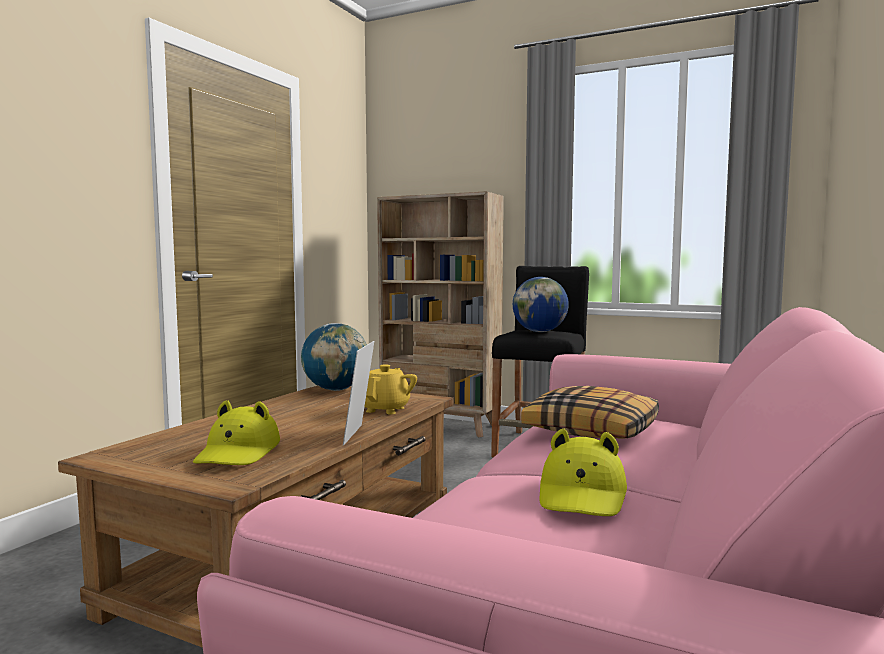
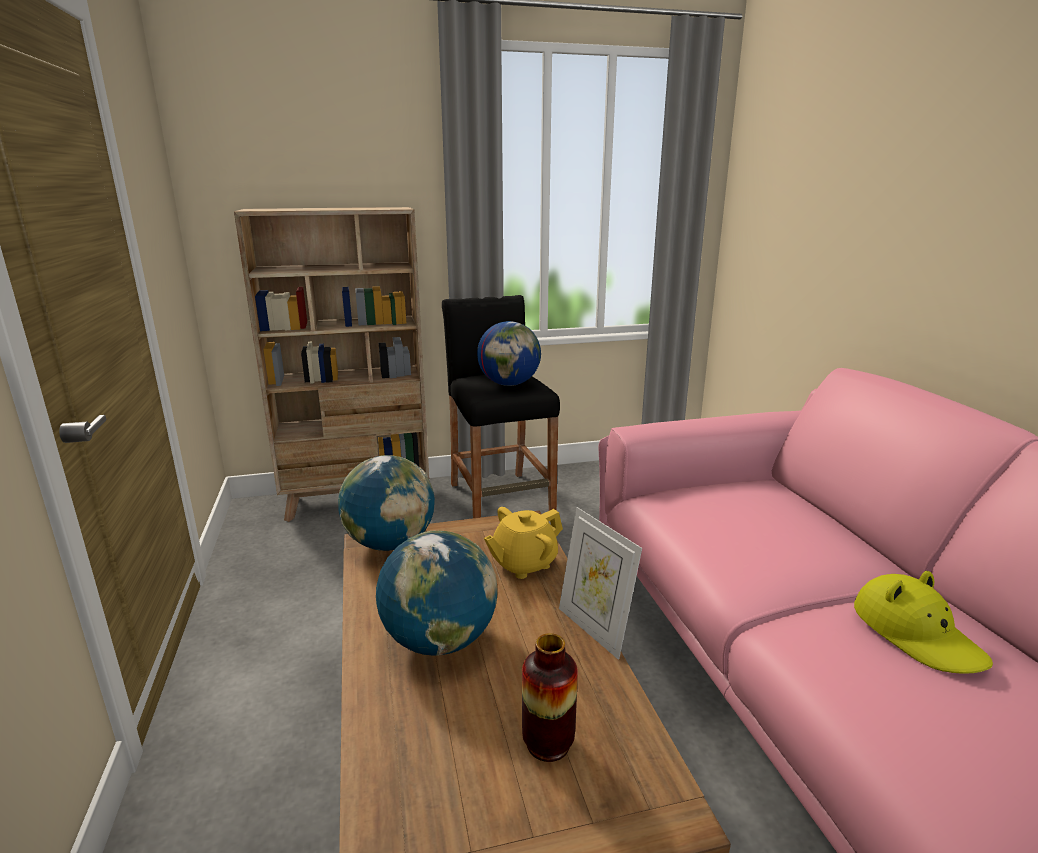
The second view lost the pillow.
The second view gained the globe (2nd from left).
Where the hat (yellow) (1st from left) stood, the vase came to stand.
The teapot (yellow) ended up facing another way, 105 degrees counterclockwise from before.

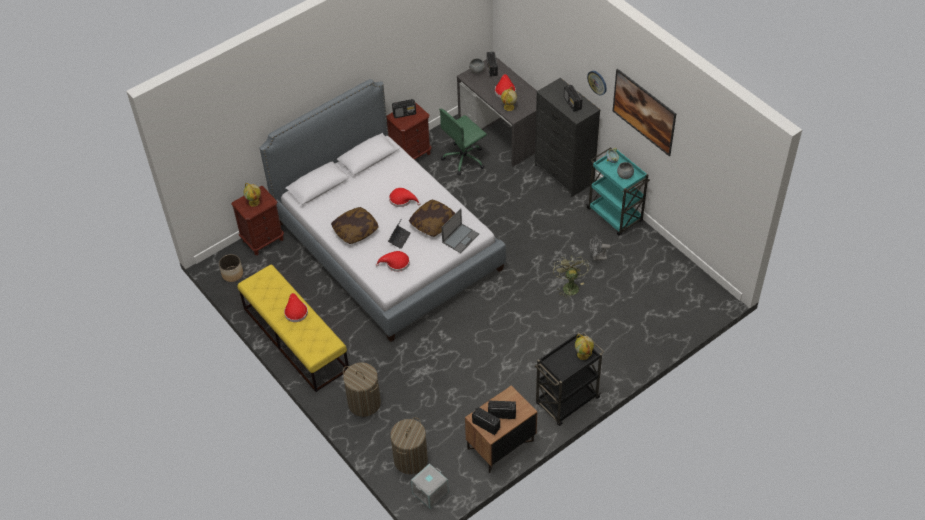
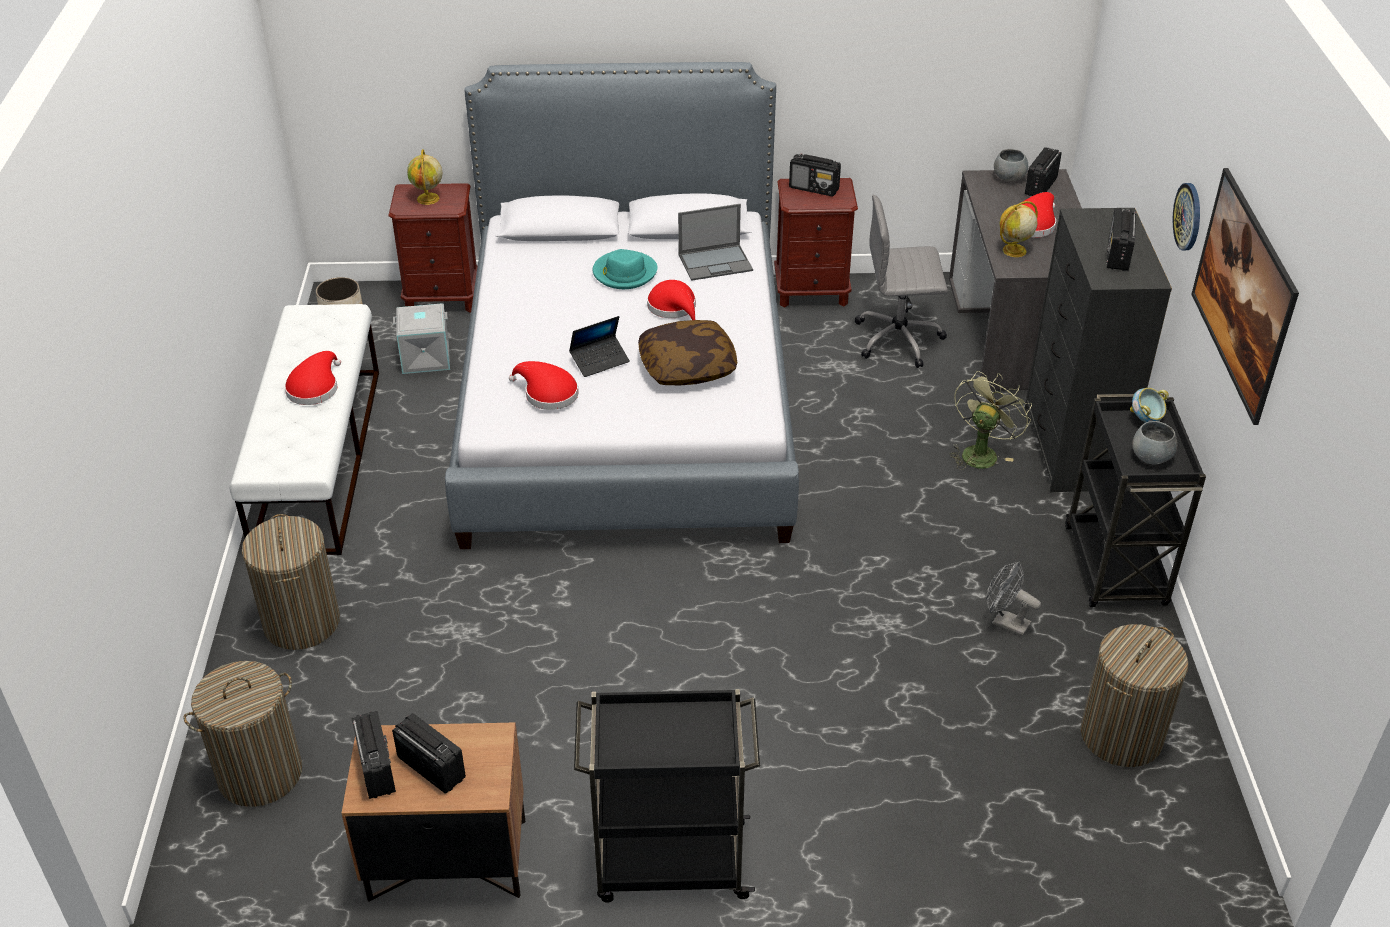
The second view lost the pillow (1st from left).
The second view lost the globe (3rd from left).
The second view gained the hat (turquoise).
The second view gained the laundry basket (3rd from left).
The storage box (grey) ended up elsewhere.
The laptop (2nd from left) ended up elsewhere.
The fan (green) ended up elsewhere.
What was the bench (yellow) turned into the bench (white).
What was the office chair (green) turned into the office chair (grey).
What was the cart (turquoise) turned into the cart (black) (2nd from left).

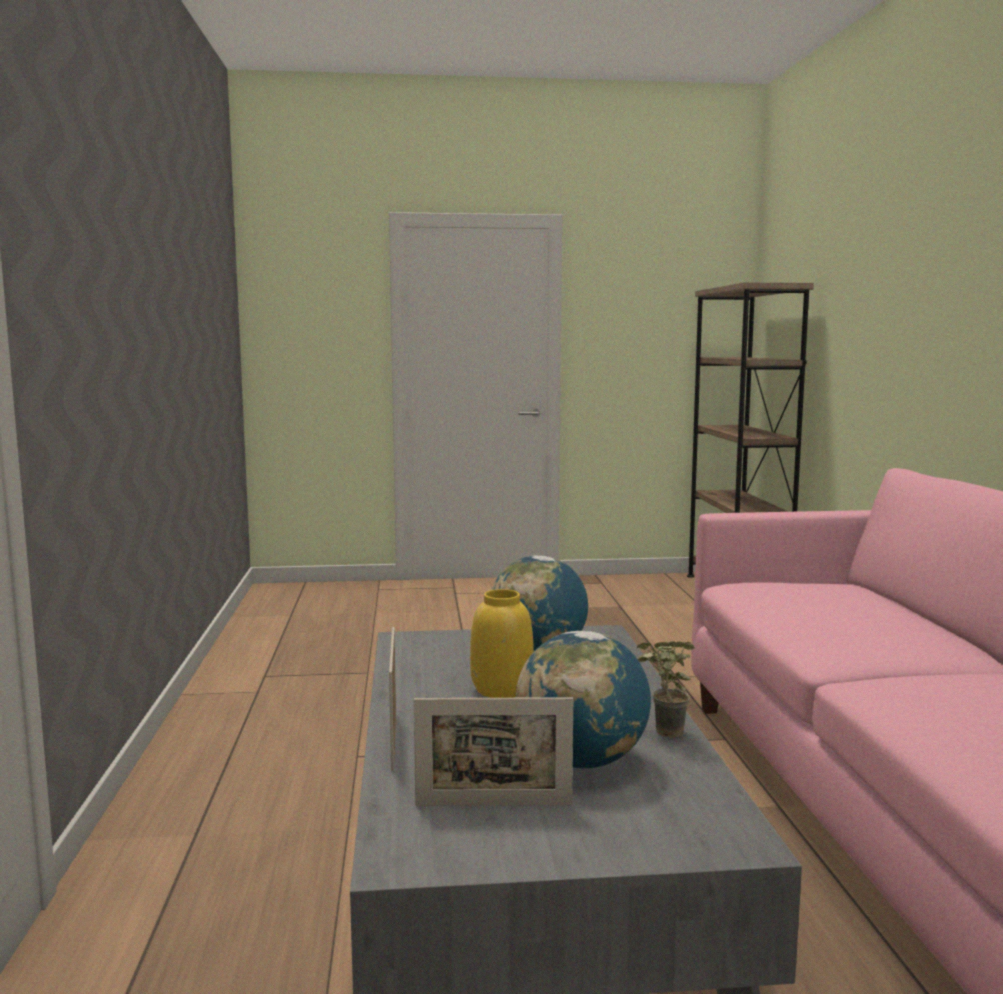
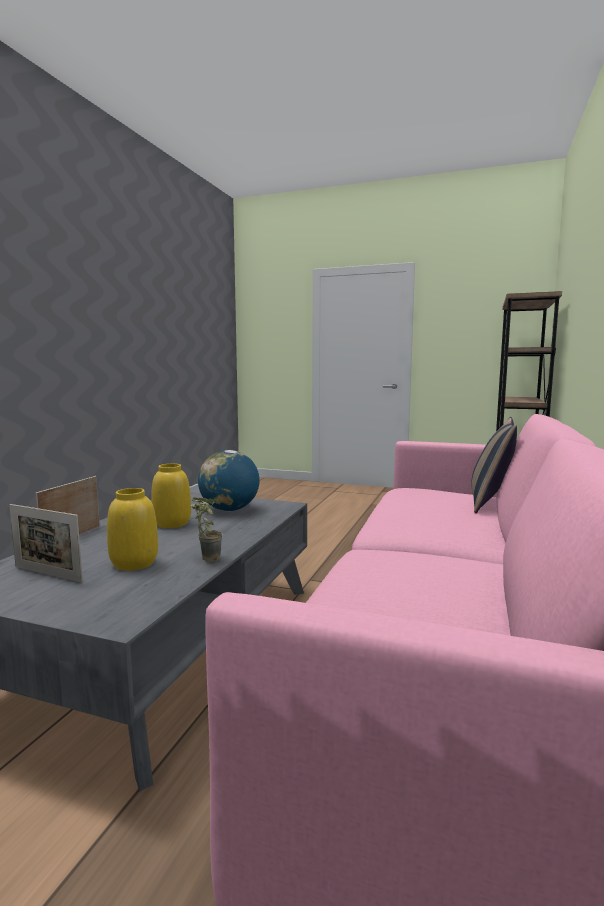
The second view gained the pillow.
Where the globe (2nd from left) stood, the vase (yellow) (1st from left) came to stand.

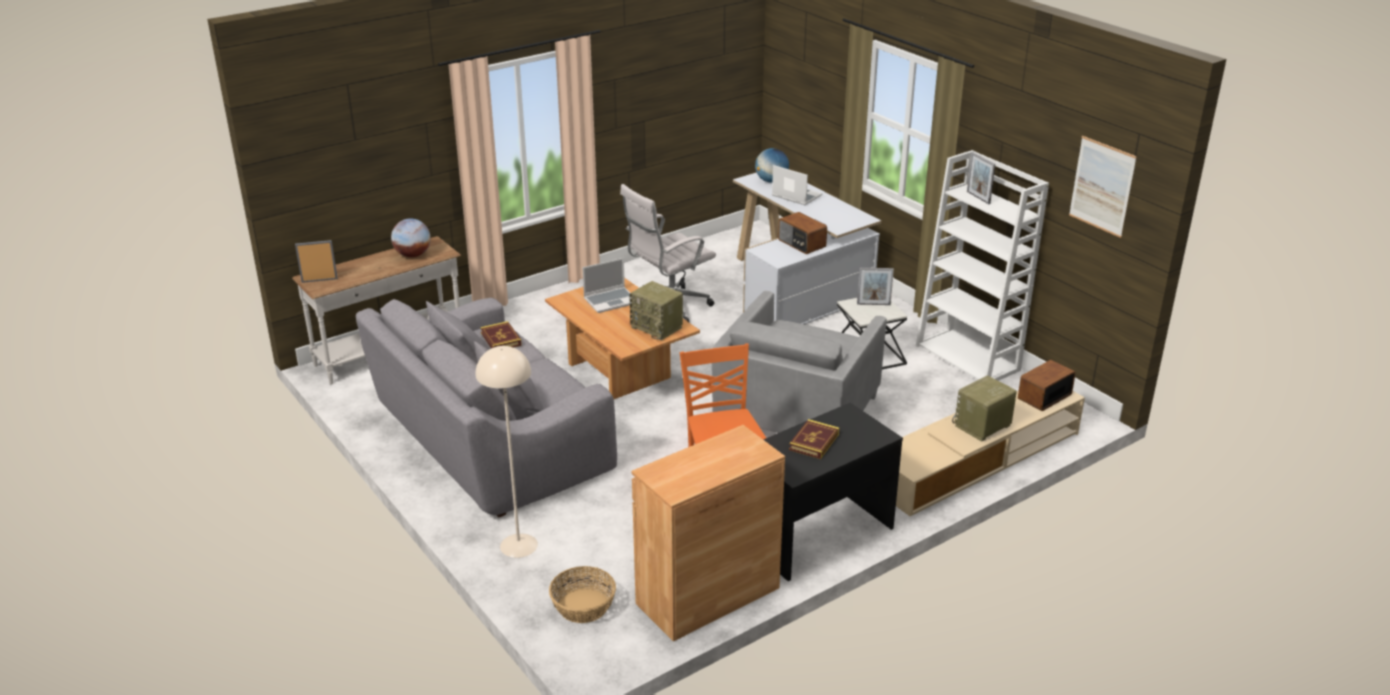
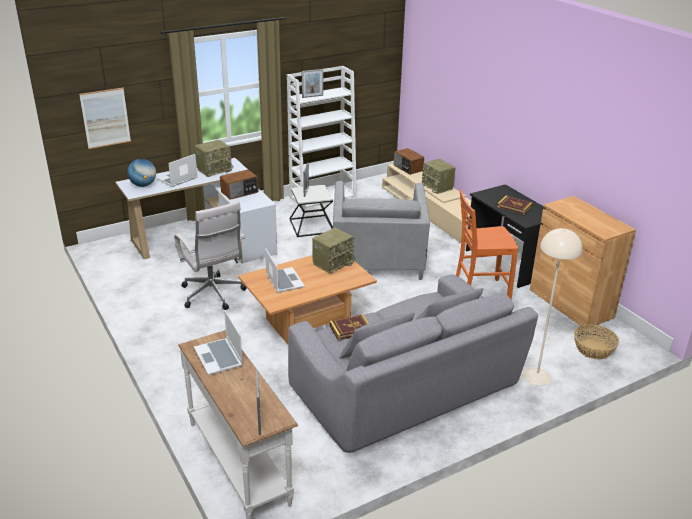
The second view gained the radio (1st from left).
The picture ended up elsewhere.
Where the globe (1st from left) stood, the laptop (2nd from left) came to stand.
The armchair (grey) ended up facing another way, 60 degrees clockwise from before.

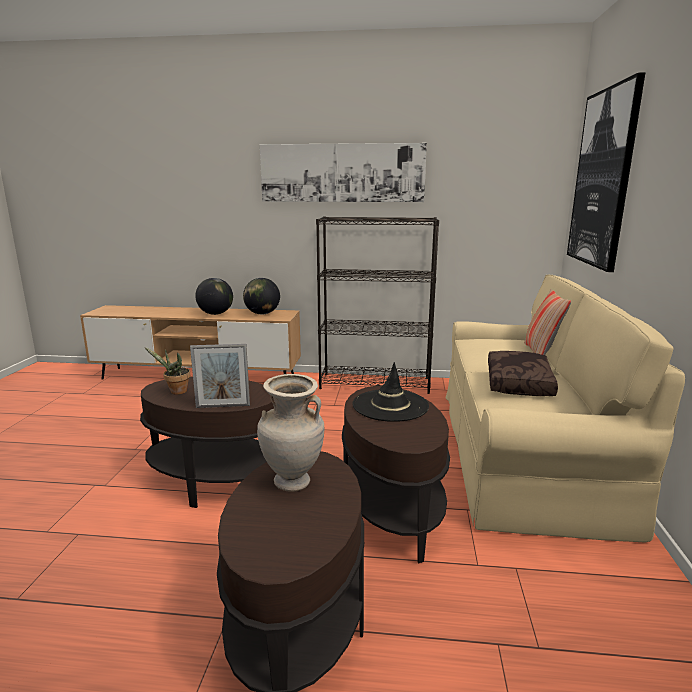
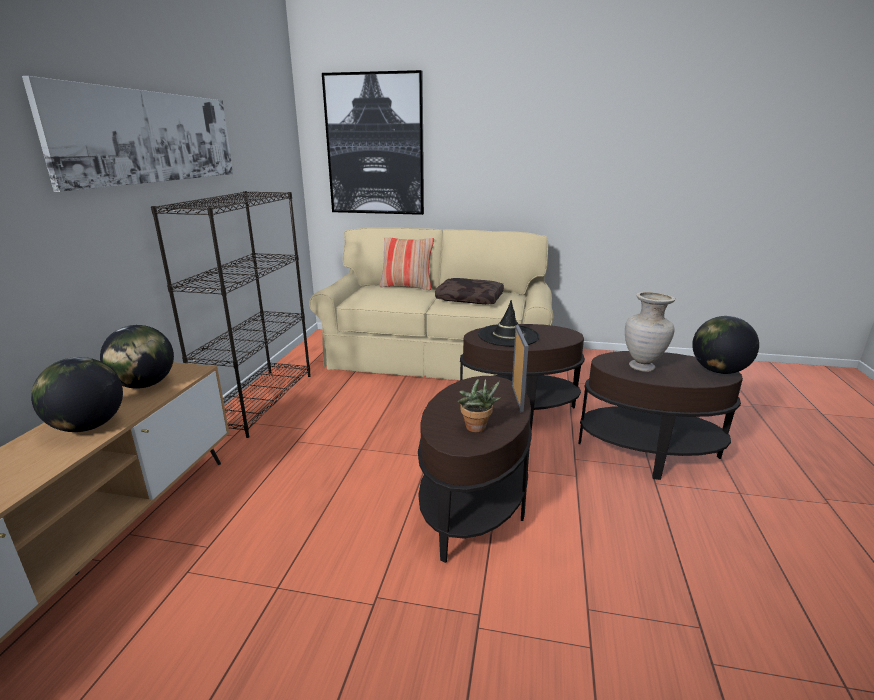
The second view gained the globe (3rd from left).

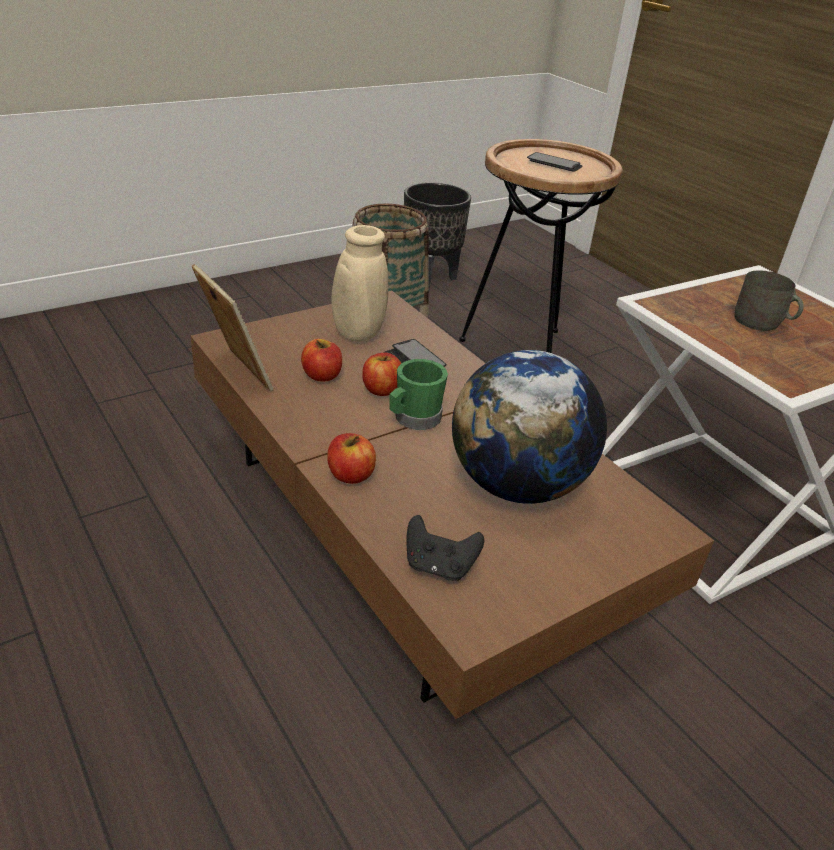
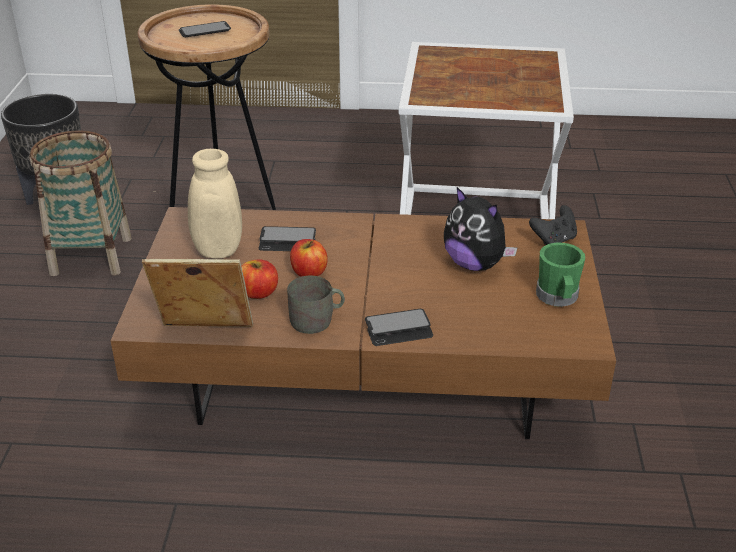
The mug (green) ended up elsewhere.
The game controller (black) ended up elsewhere.
The mug (grey) ended up elsewhere.
Where the apple (2nd from left) stood, the phone (3rd from left) came to stand.
Where the globe stood, the plush toy came to stand.

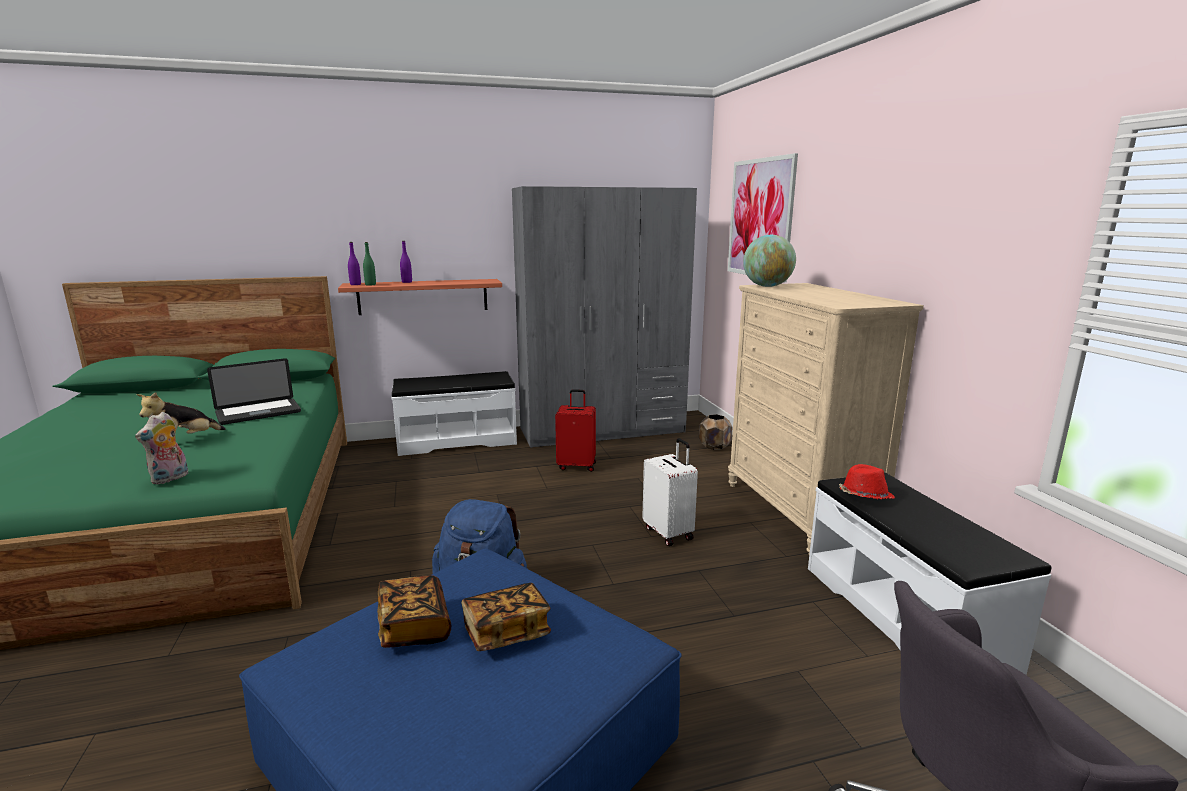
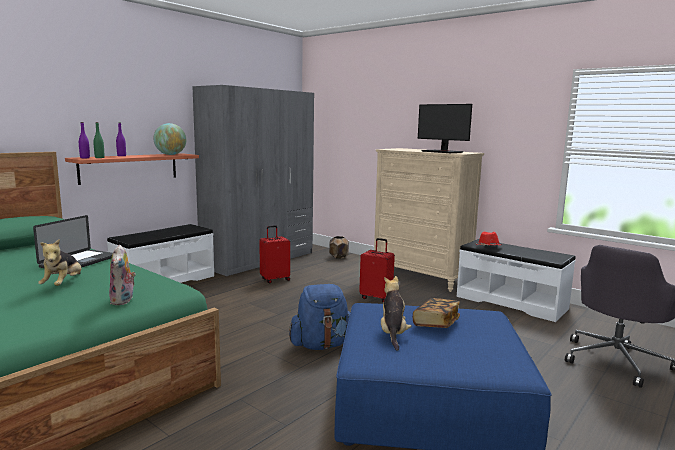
The second view lost the picture.
The second view gained the monitor.
The globe ended up elsewhere.
Where the book (1st from left) stood, the plush toy (3rd from left) came to stand.
What was the suitcase (white) turned into the suitcase (red) (2nd from left).

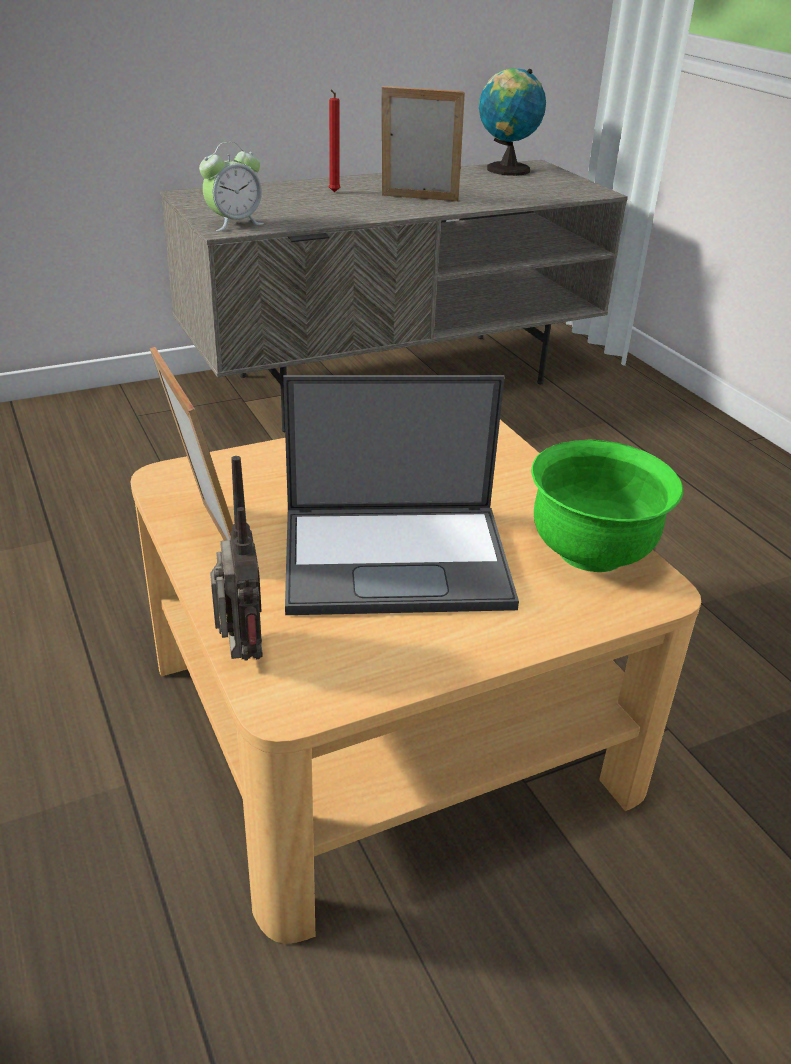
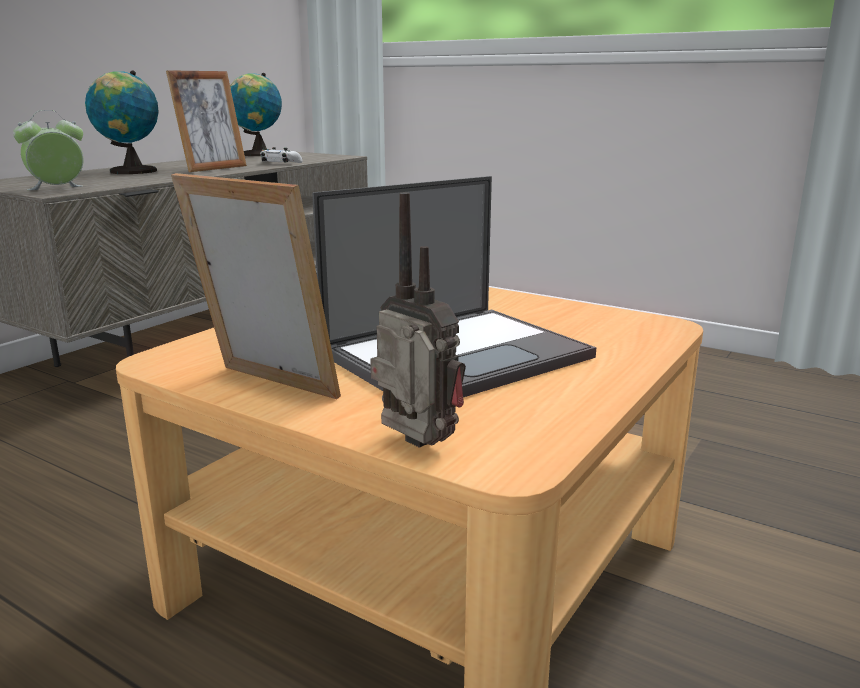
The second view lost the bowl (green).
The second view gained the game controller (white).
Where the candle (red) stood, the globe (1st from left) came to stand.
The alarm clock ended up facing another way, 150 degrees counterclockwise from before.
The picture frame (2nd from left in the first image) ended up facing another way, 150 degrees clockwise from before.

